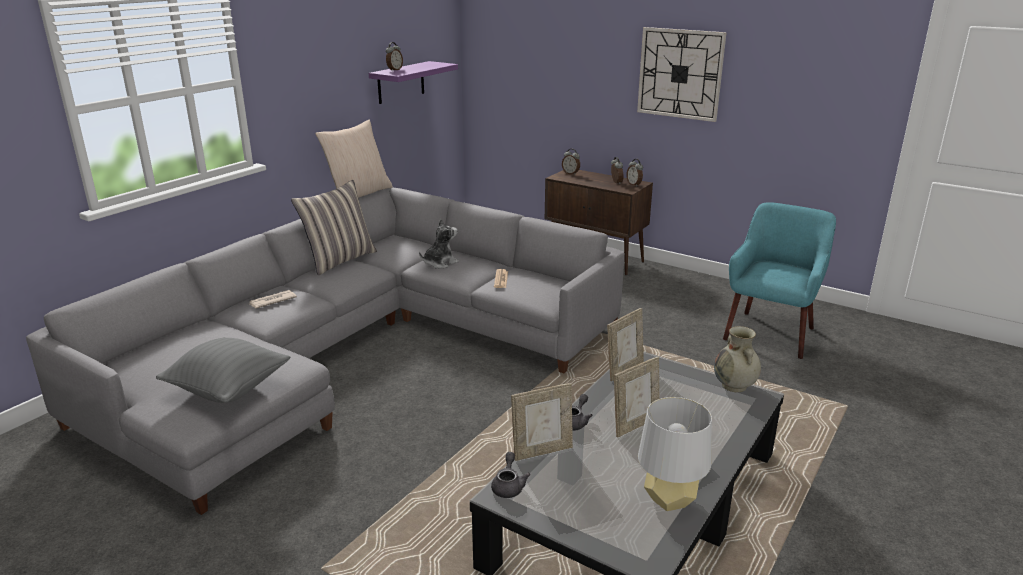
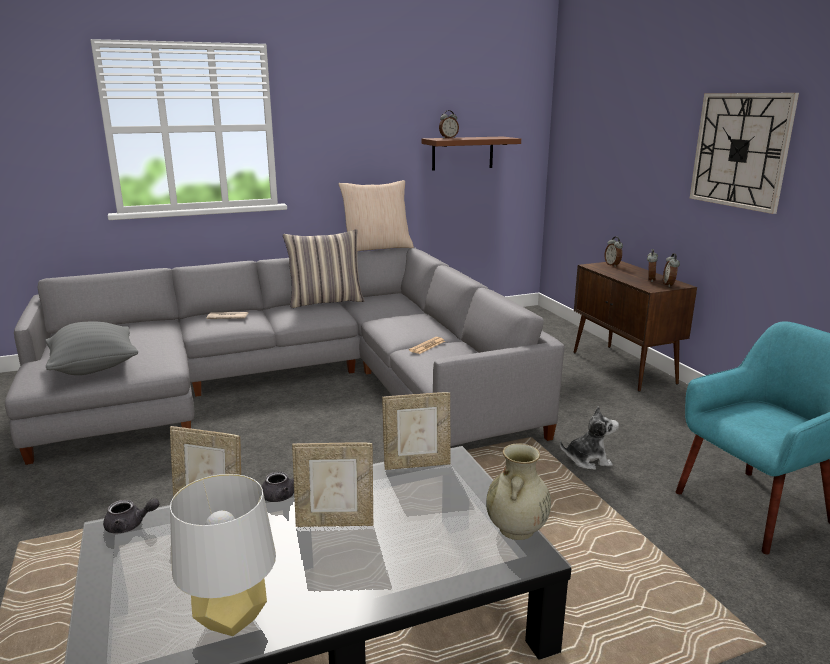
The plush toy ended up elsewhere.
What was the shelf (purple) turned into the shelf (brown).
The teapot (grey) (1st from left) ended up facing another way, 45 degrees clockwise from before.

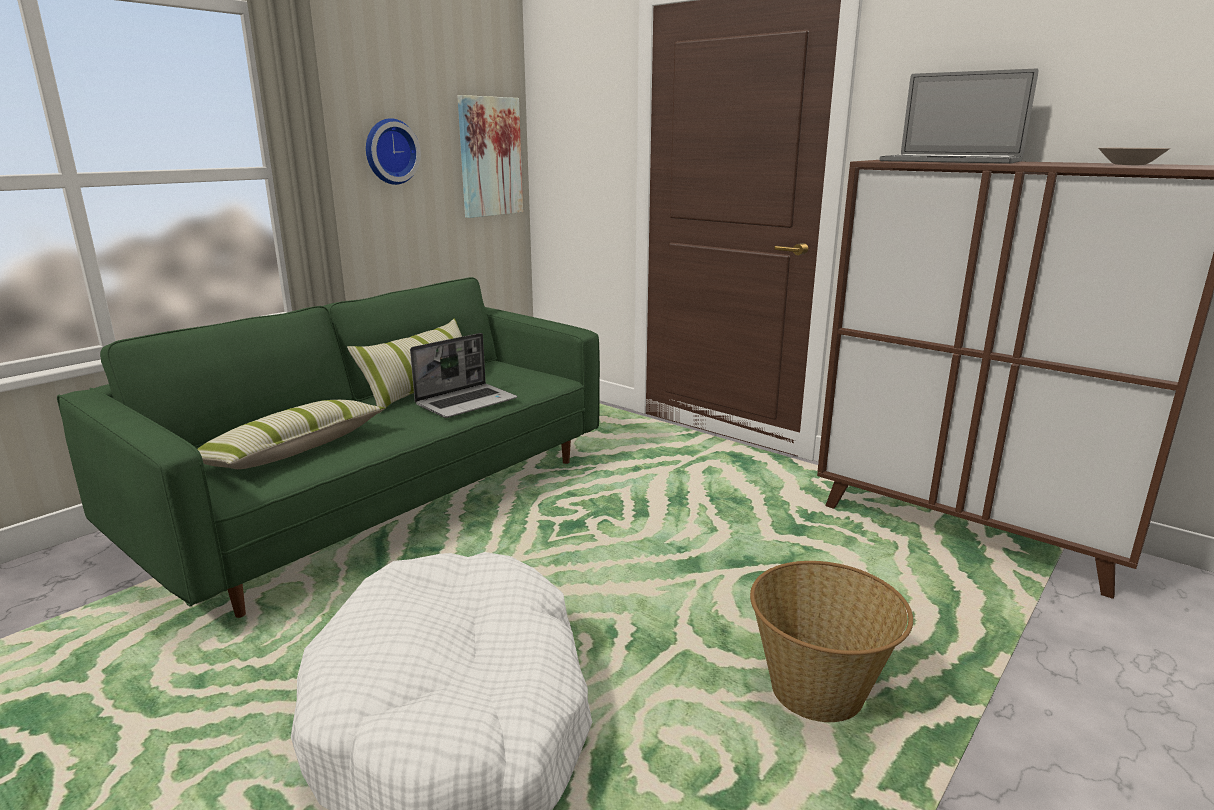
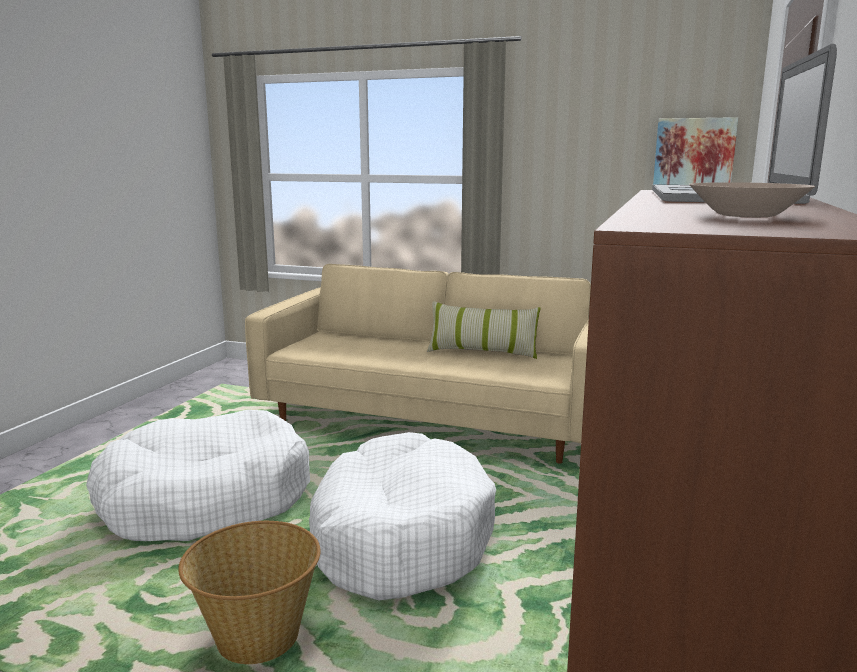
The second view lost the pillow (1st from left).
The second view lost the wall clock.
The second view lost the laptop (1st from left).
The second view gained the dog bed (white) (2nd from left).
What was the sofa (green) turned into the sofa (beige).

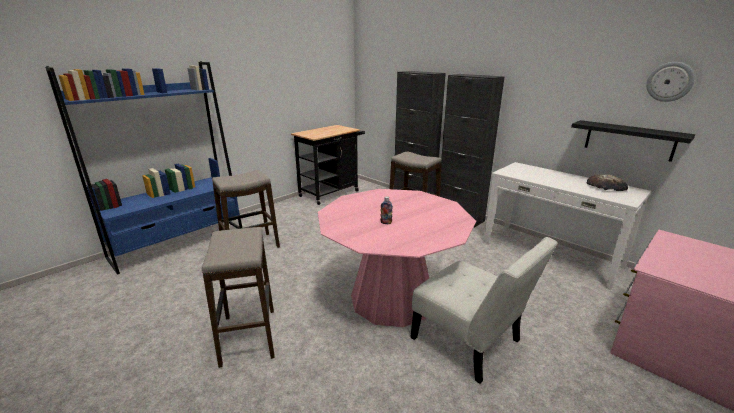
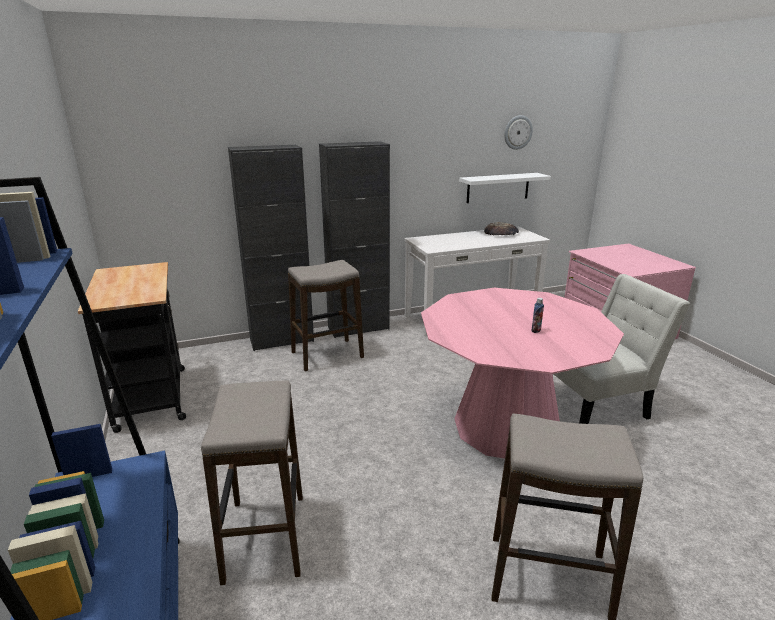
What was the shelf (black) turned into the shelf (white).

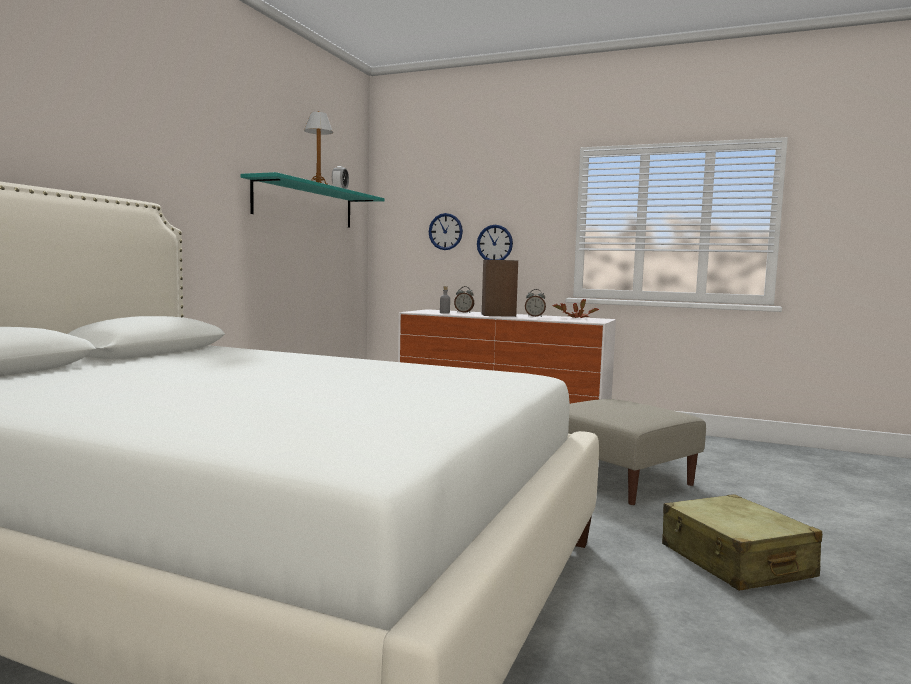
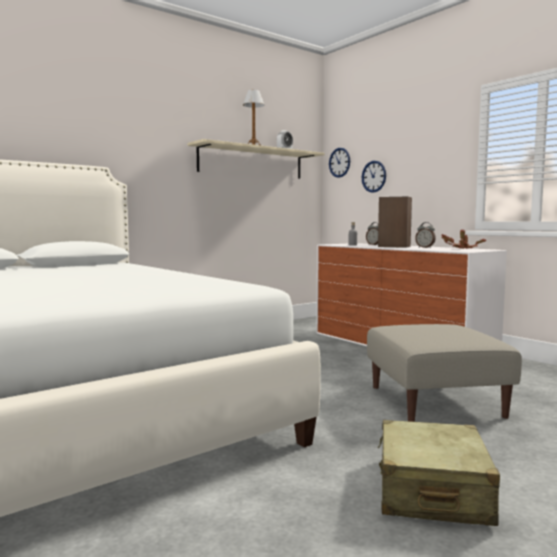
The wall clock (2nd from left in the first image) ended up elsewhere.
What was the shelf (turquoise) turned into the shelf (beige).

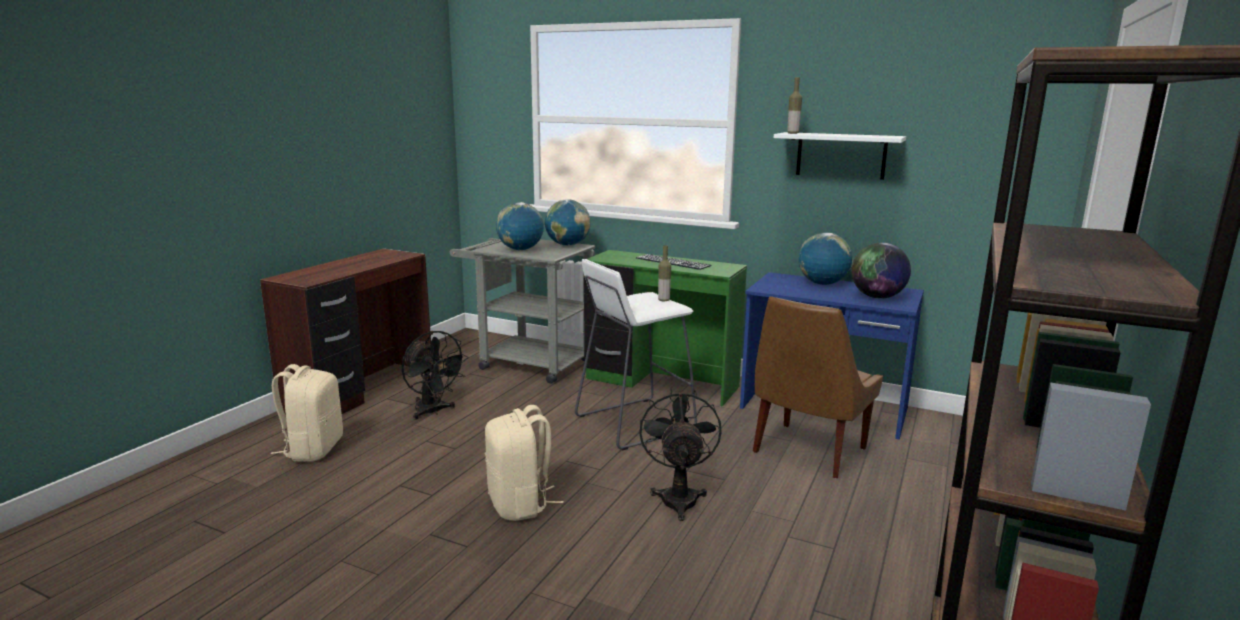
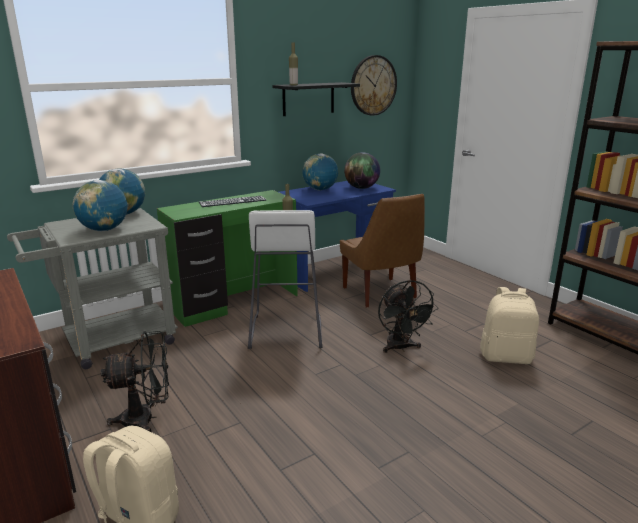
The second view gained the wall clock.
The backpack (beige) (2nd from left) ended up elsewhere.
What was the shelf (white) turned into the shelf (black).
The fan (black) (2nd from left) ended up facing another way, 135 degrees counterclockwise from before.

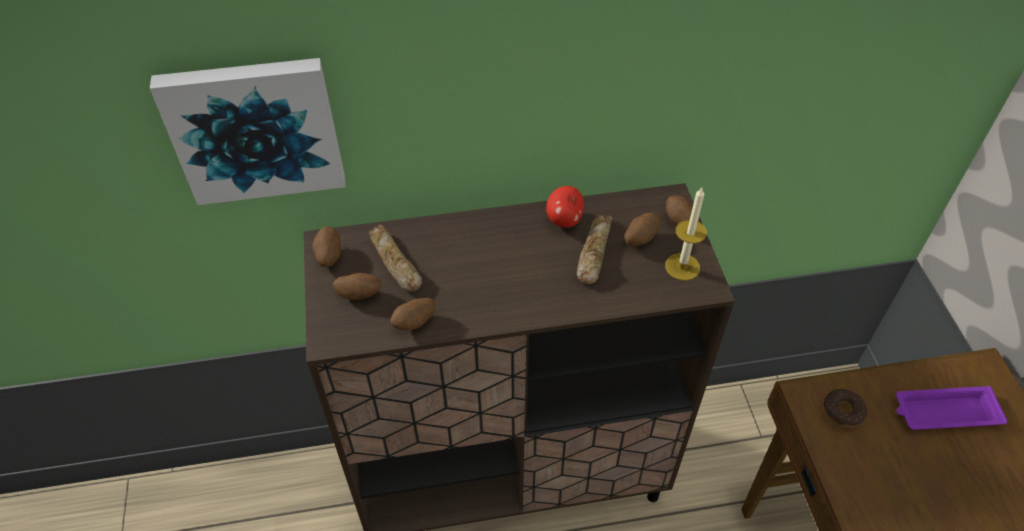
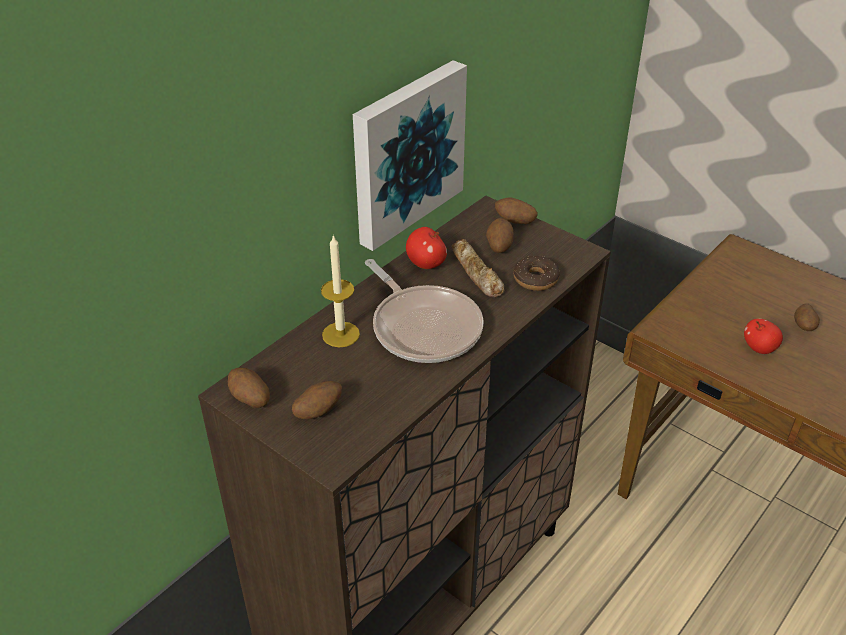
The second view lost the bread (1st from left).
The second view lost the tray (purple).
The second view gained the frying pan.
The second view gained the apple (2nd from left).
The picture ended up elsewhere.
The potato (3rd from left in the first image) ended up elsewhere.
The candle ended up elsewhere.
The donut ended up elsewhere.

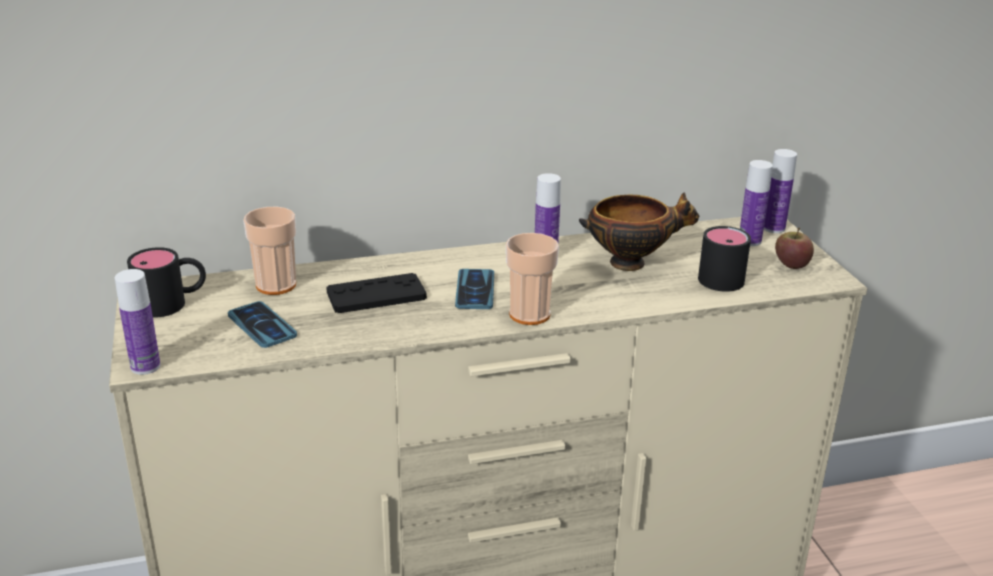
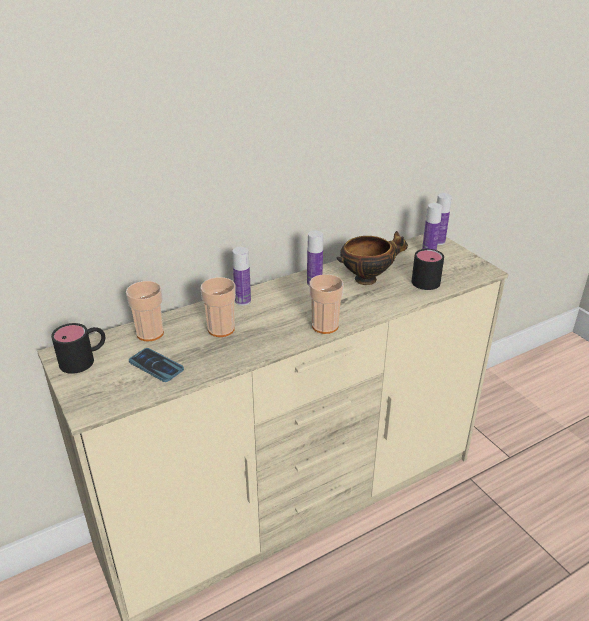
The second view lost the phone (2nd from left).
The second view lost the apple.
The bottle (1st from left) ended up elsewhere.
Where the game controller (black) stood, the cup (2nd from left) came to stand.

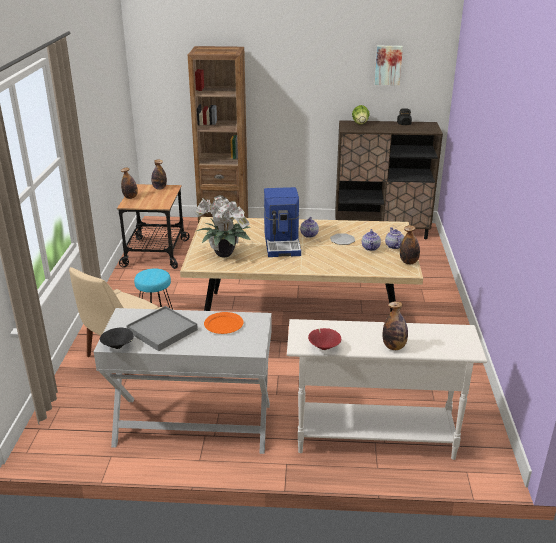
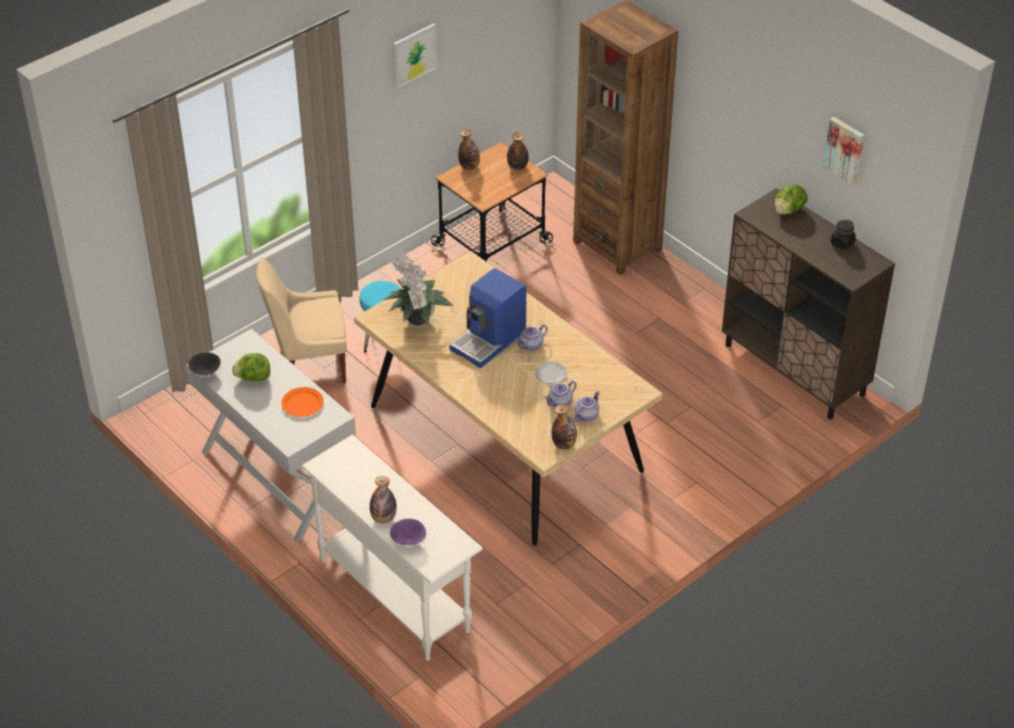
The second view lost the bowl (red).
The second view gained the bowl (purple).
The second view gained the picture (1st from left).
Where the tray (grey) stood, the lettuce (1st from left) came to stand.

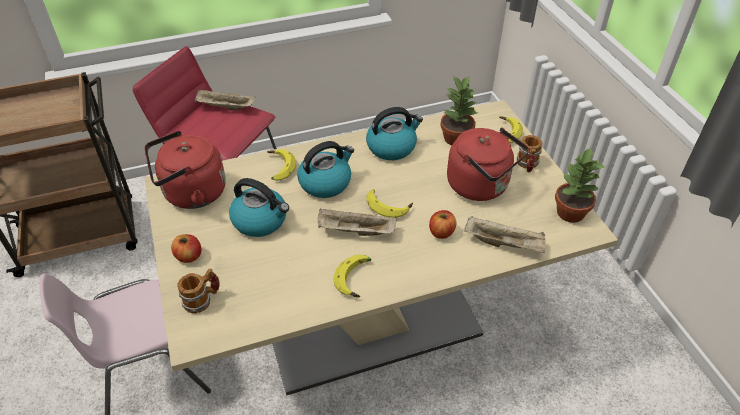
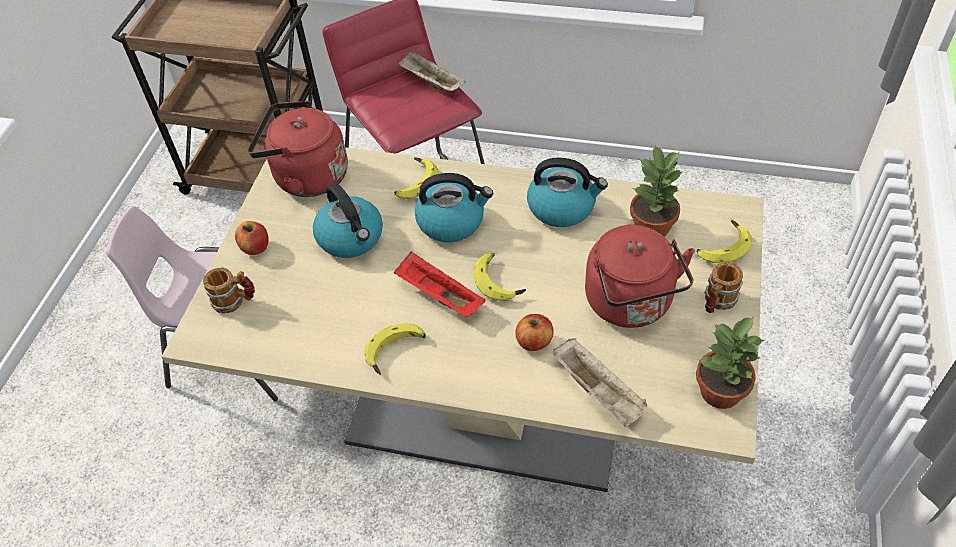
What was the tray (beige) (2nd from left) turned into the tray (red).

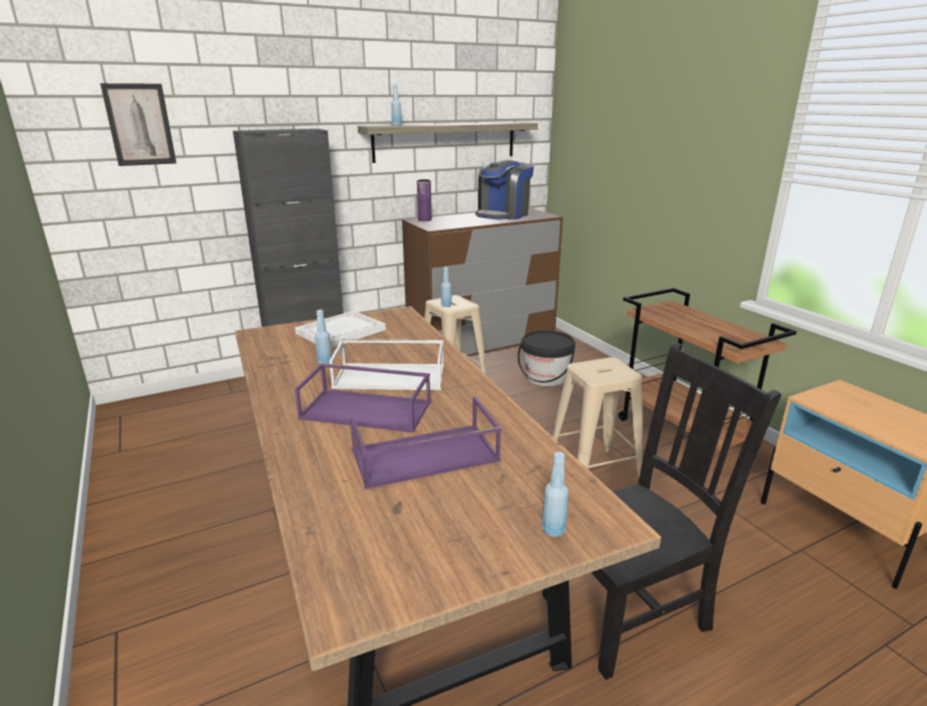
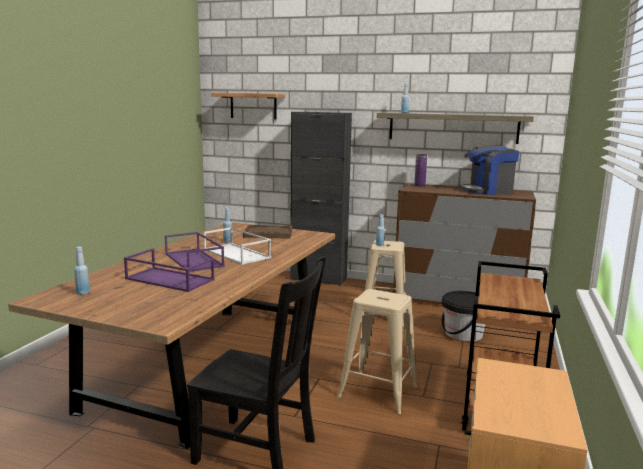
The bottle (blue) (4th from left in the first image) ended up elsewhere.
Where the picture hung, the shelf (1st from left) came to hang.
What was the tray (white) (1st from left) turned into the tray (brown).

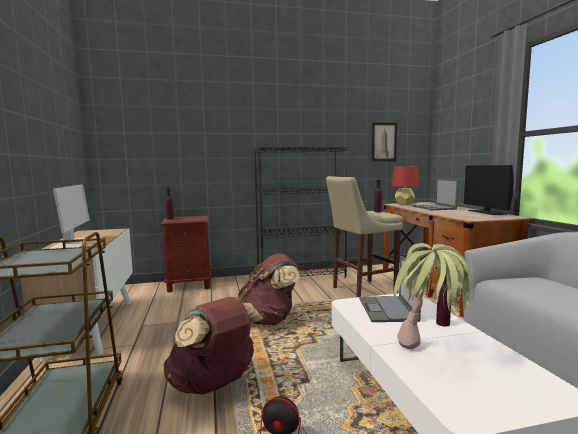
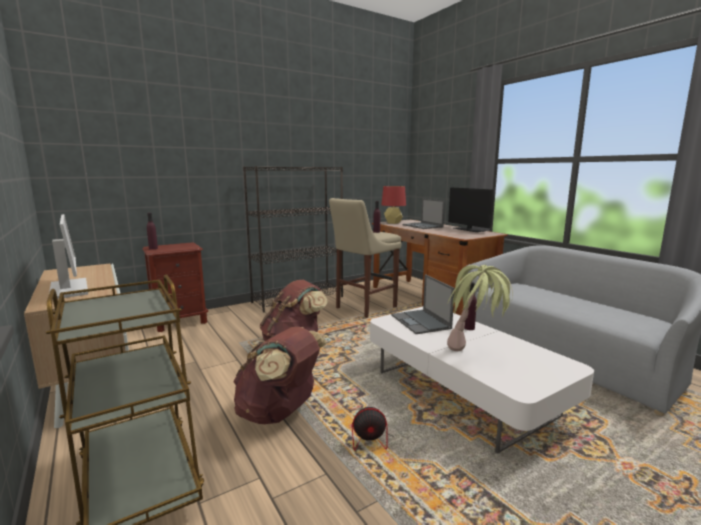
The second view lost the picture.

